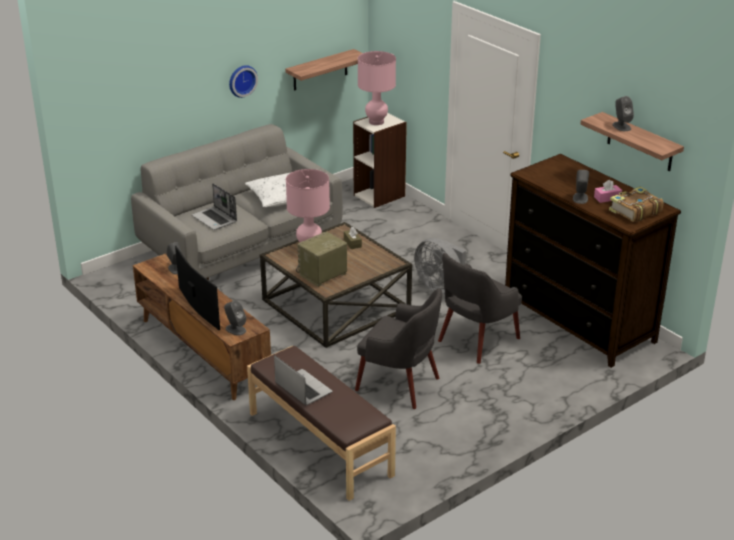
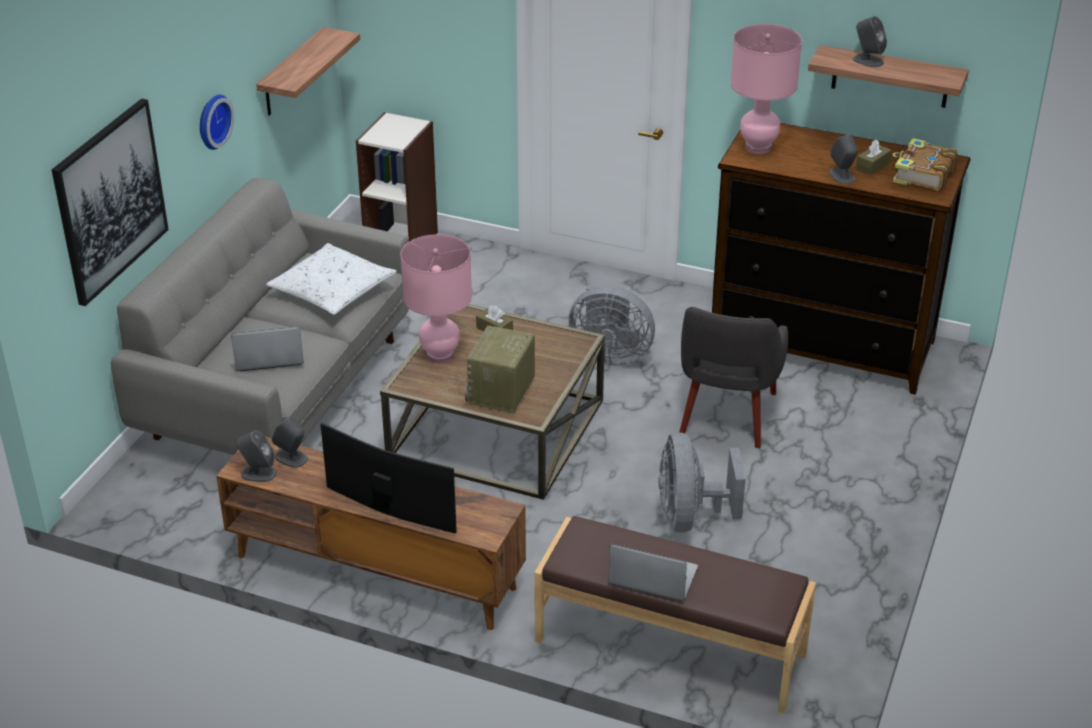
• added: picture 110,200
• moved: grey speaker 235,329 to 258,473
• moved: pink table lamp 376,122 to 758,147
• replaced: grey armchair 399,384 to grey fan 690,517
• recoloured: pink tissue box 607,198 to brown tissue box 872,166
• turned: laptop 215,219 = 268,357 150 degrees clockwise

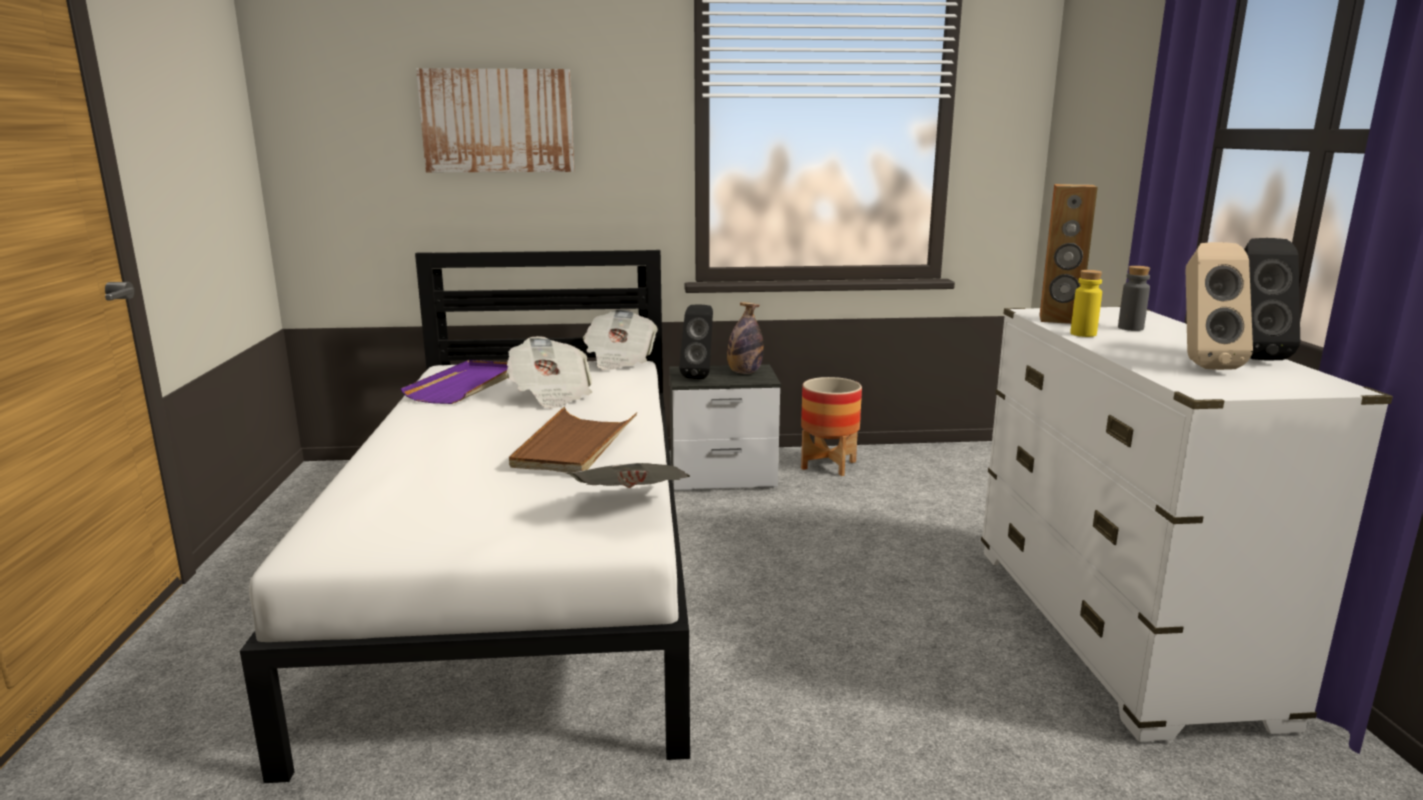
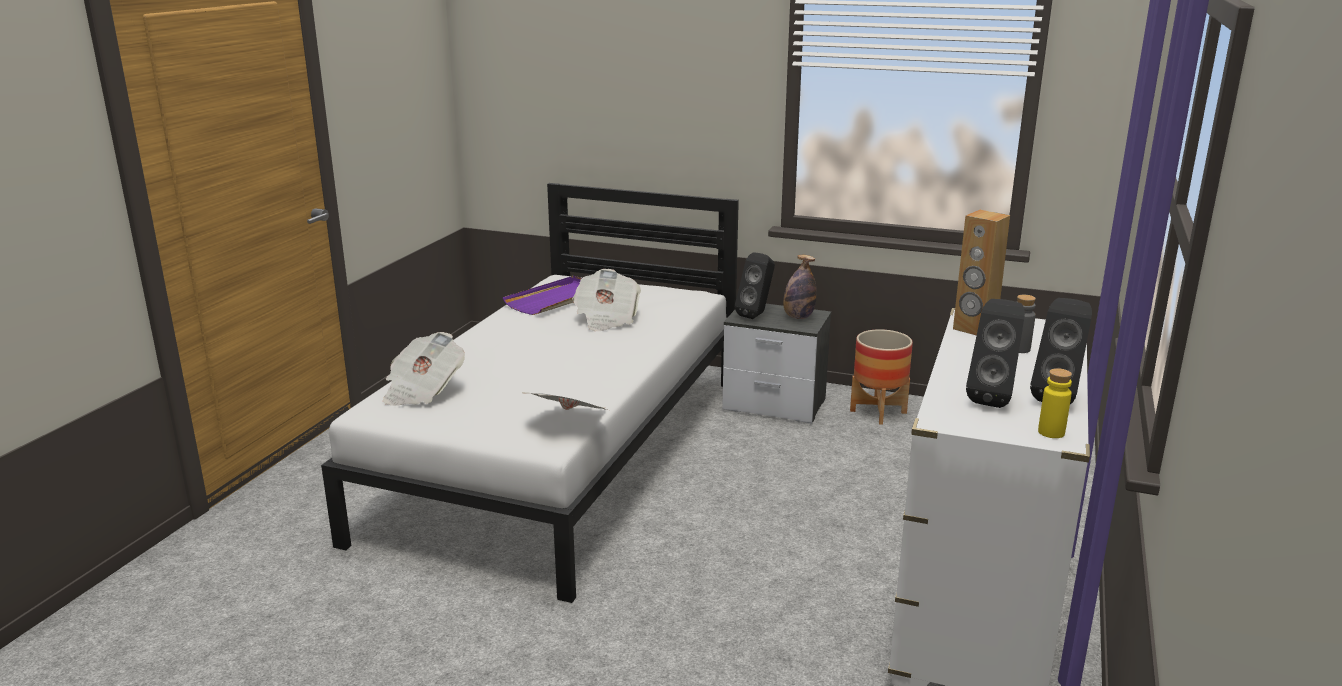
• removed: picture 498,121
• removed: brown tray 575,445
• moved: newspaper 619,360 to 423,391
• moved: yellow bottle 1083,334 to 1051,432
• recoloured: beige speaker 1201,365 to black speaker 992,398

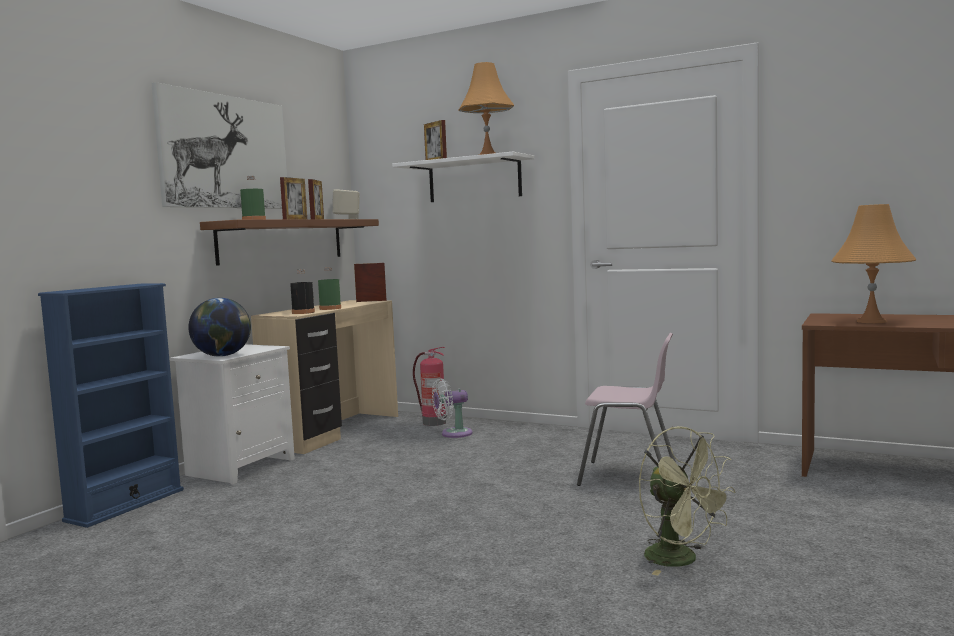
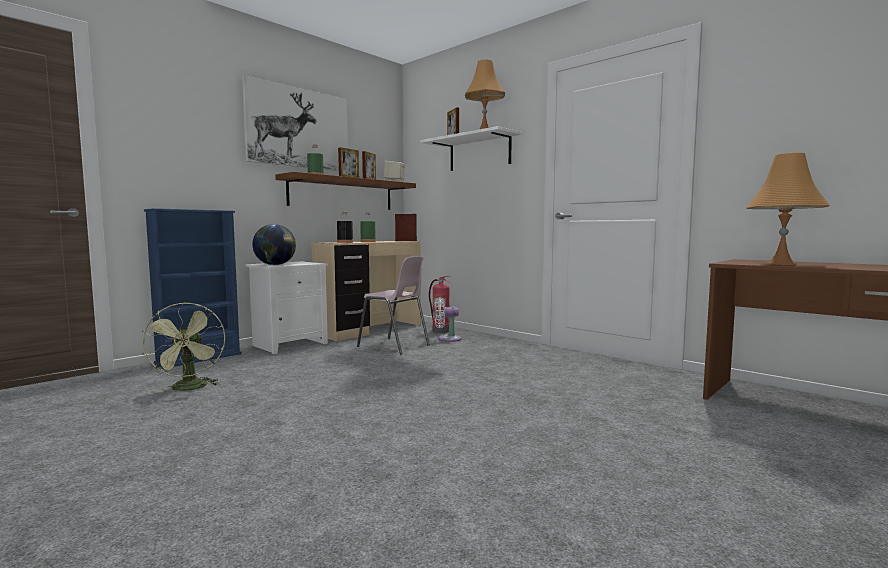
• moved: pink chair 629,477 to 394,346
• moved: green fan 681,560 to 190,388

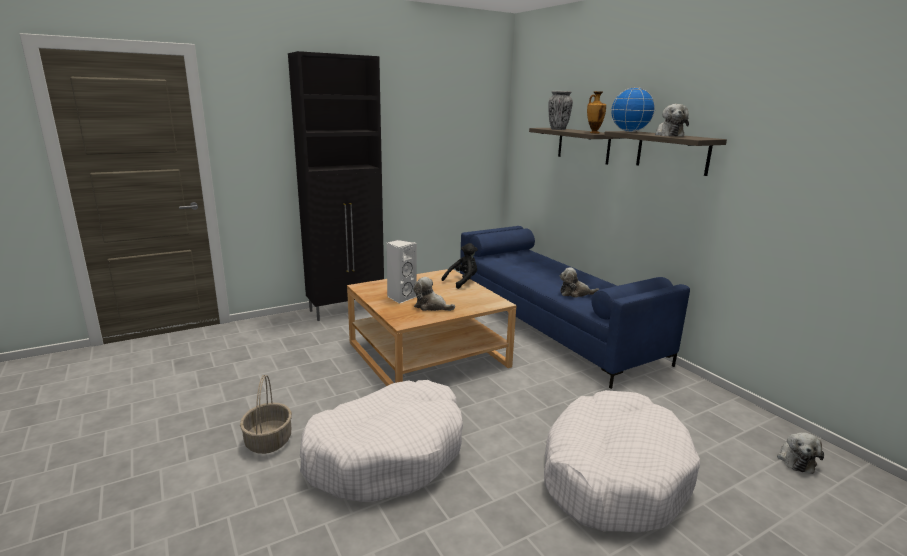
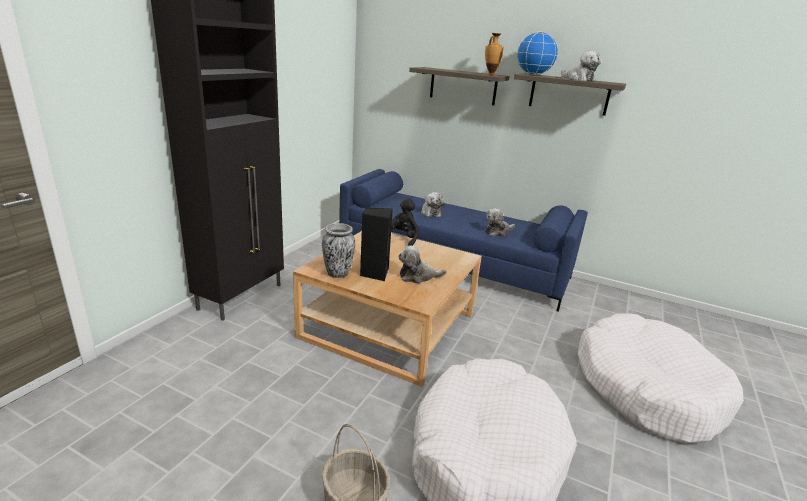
• moved: vase 558,129 to 338,274
• moved: plush toy 796,459 to 430,212
• recoloured: white speaker 401,297 to black speaker 374,273

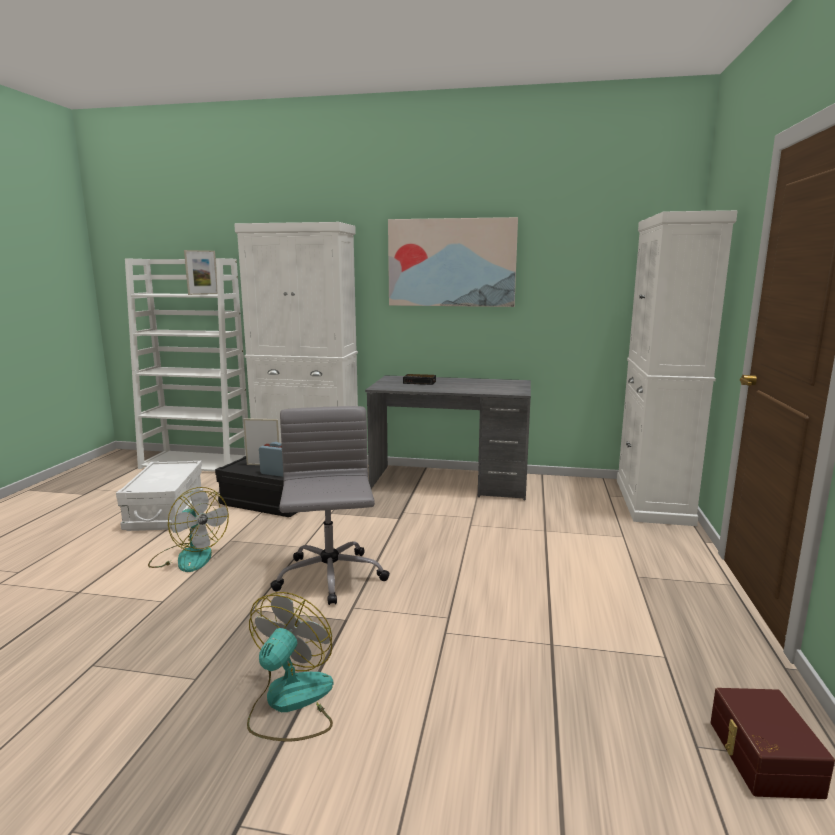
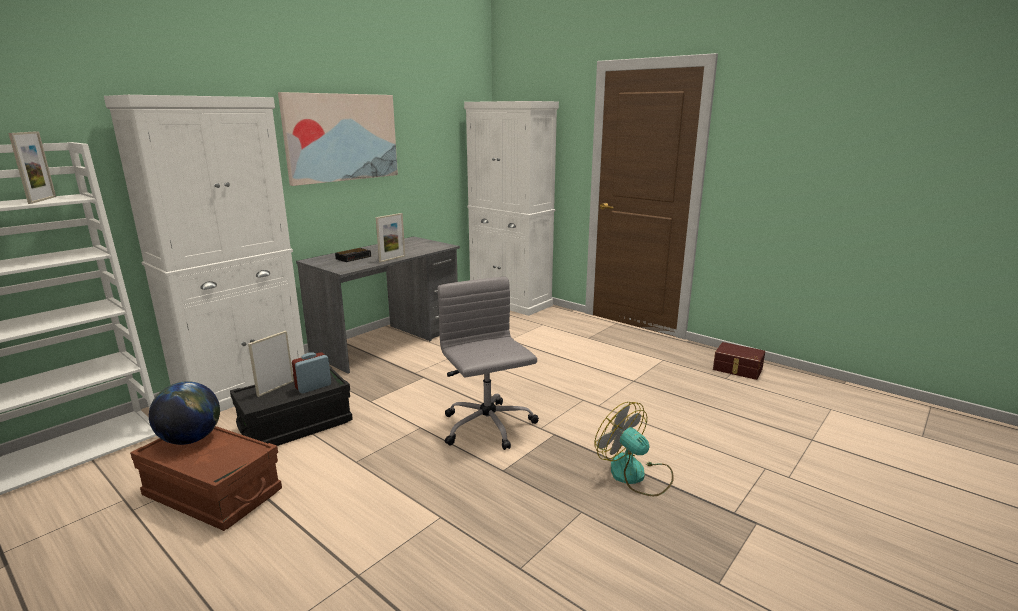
• removed: fan 188,556
• added: globe 191,439
• added: picture frame 392,259
• recoloured: white storage box 165,512 to brown storage box 213,494
• turned: grey office chair 330,577 = 488,427 45 degrees clockwise

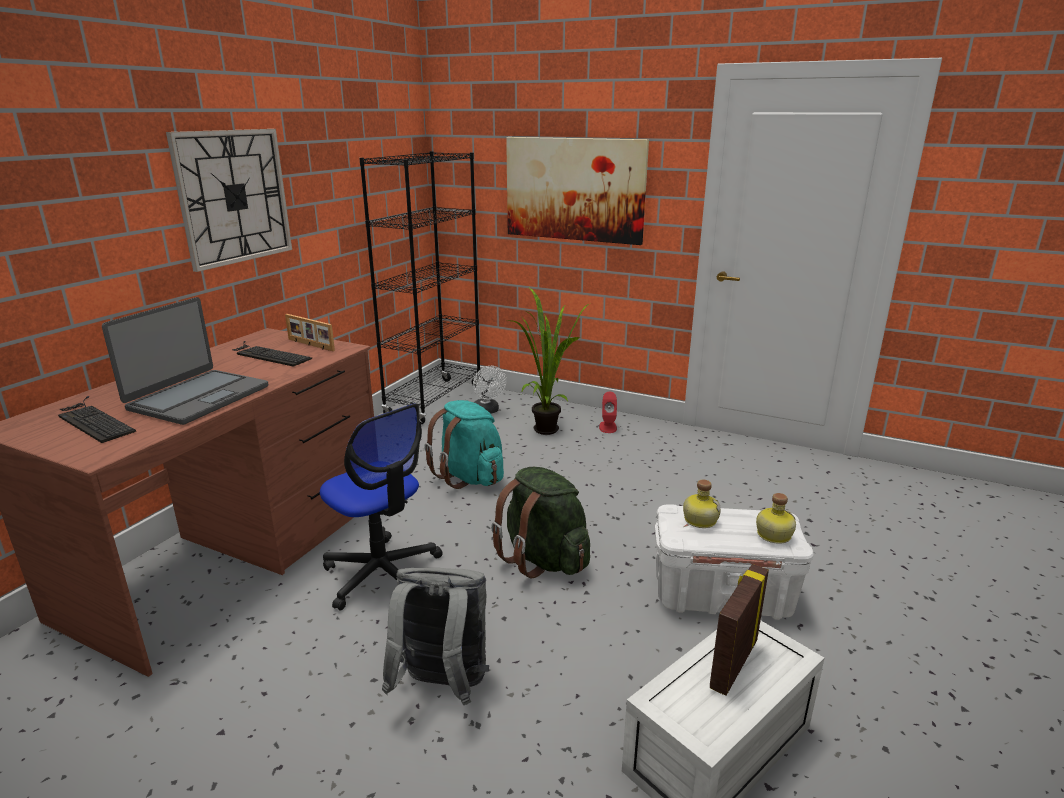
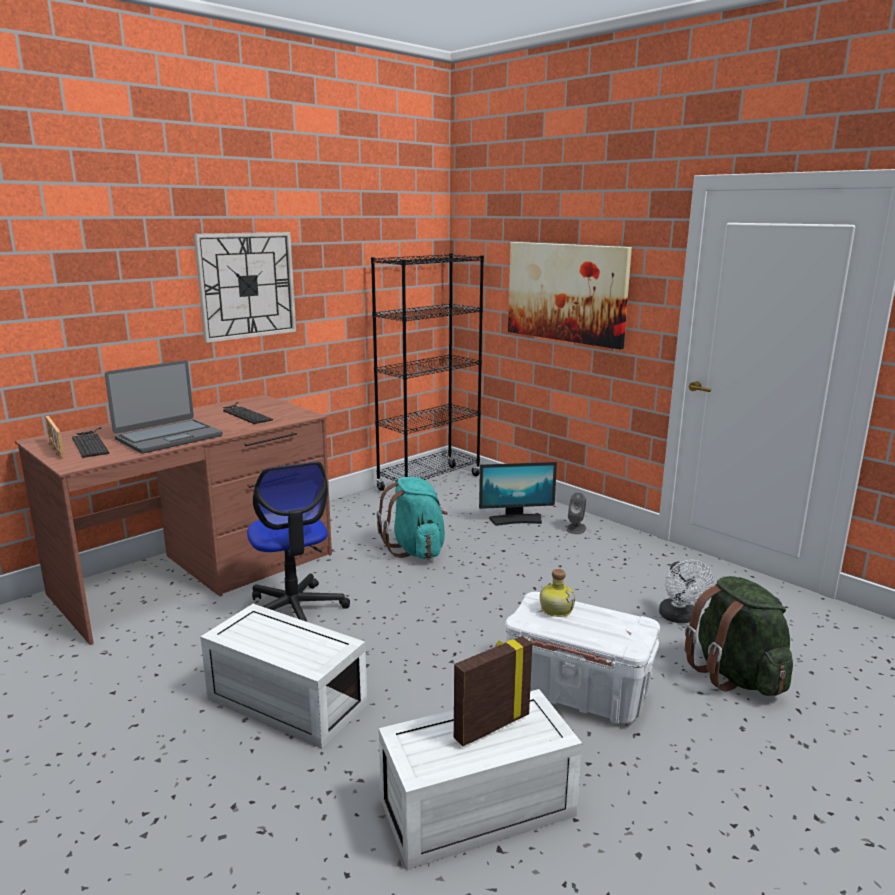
• removed: bottle 772,534
• moved: picture frame 310,345 to 55,449
• moved: white fan 487,411 to 680,618
• moved: green backpack 543,559 to 735,675
• replaced: grey backpack 442,686 to white storage box 283,702
• replaced: potted plant 546,427 to monitor 516,520
• recoloured: red speaker 608,427 to grey speaker 576,528

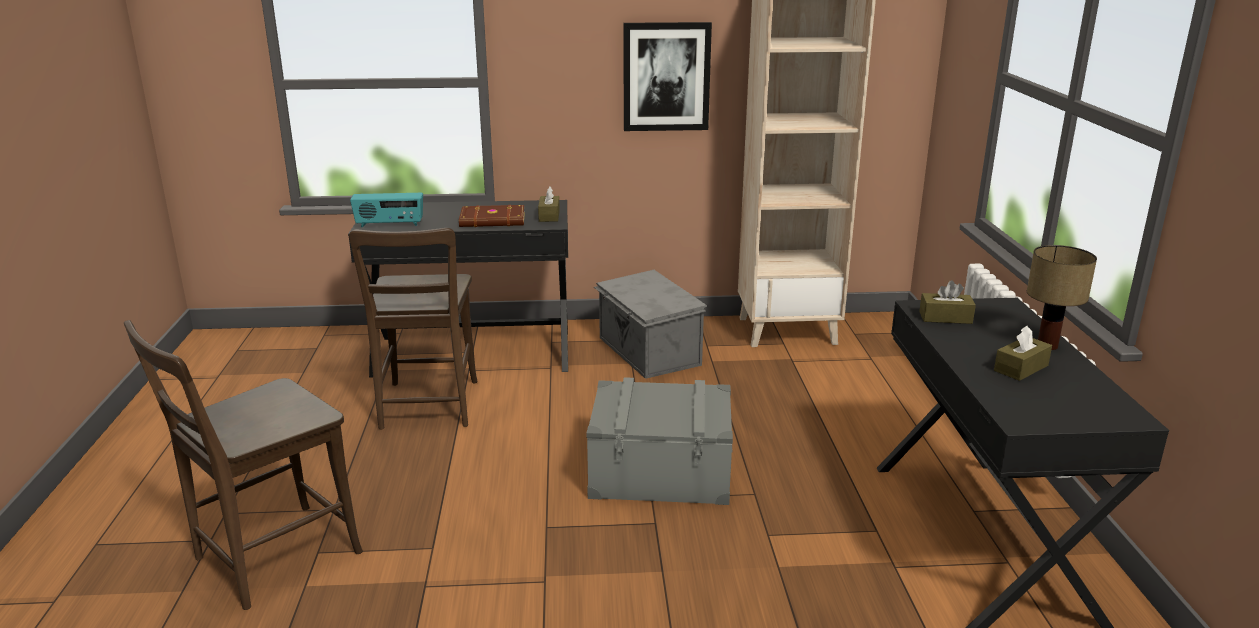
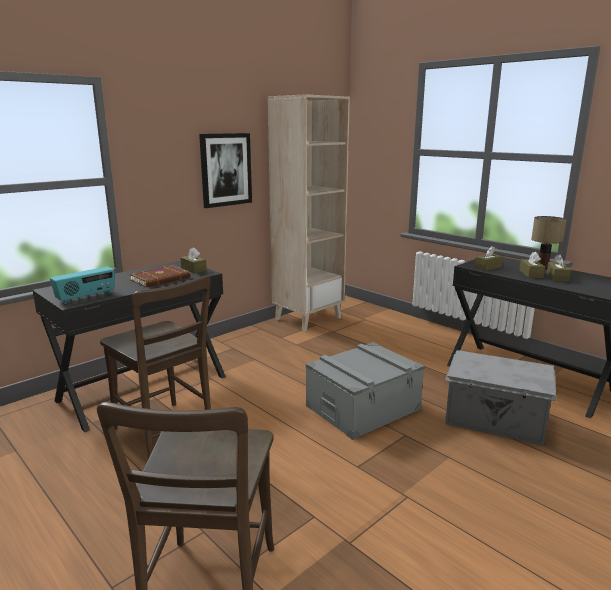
• added: brown tissue box 531,274
• moved: grey storage box 648,352 to 495,420

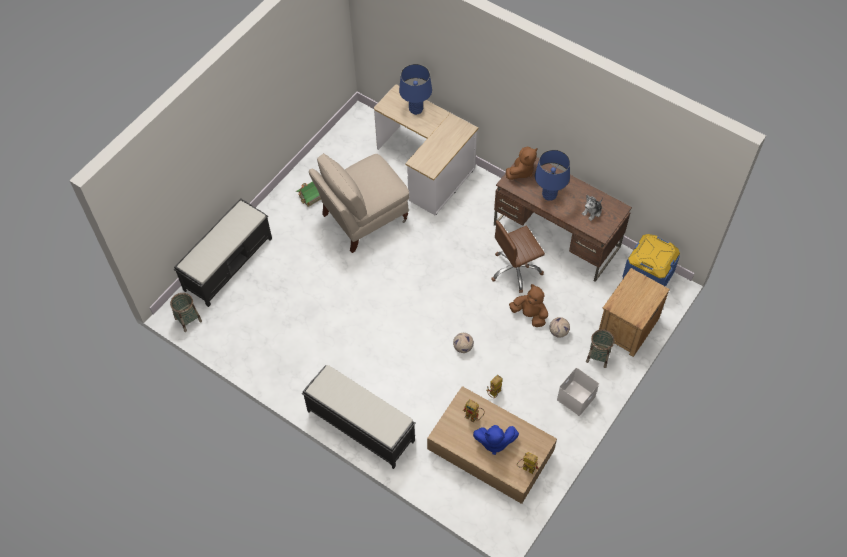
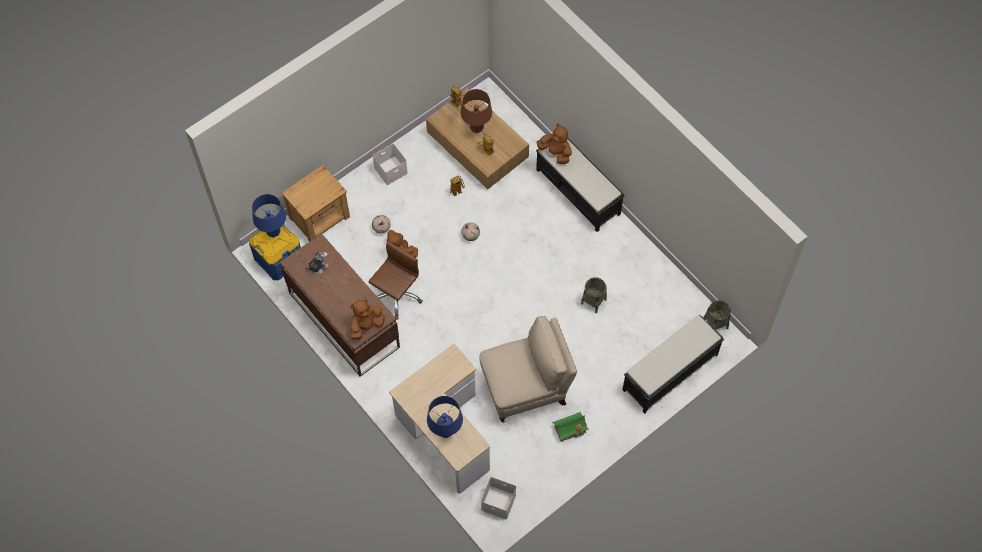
• added: white storage box 497,503
• added: brown plush toy 555,152
• moved: blue table lamp 549,195 to 273,231
• moved: basket 598,356 to 593,301
• replaced: blue plush toy 494,442 to brown table lamp 476,128
• turned: brown office chair 515,270 = 396,295 45 degrees counterclockwise

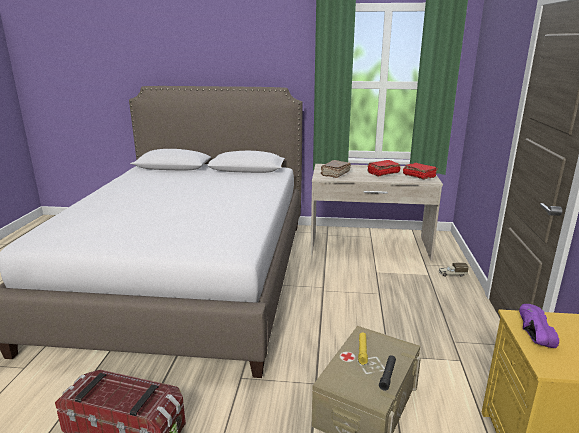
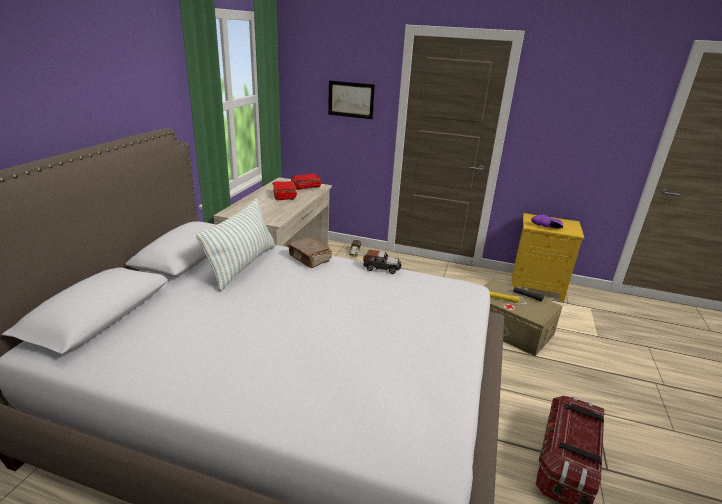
• added: pillow 242,265
• added: picture 351,99
• added: toy car 381,268
• moved: brown book 335,174 to 309,259

